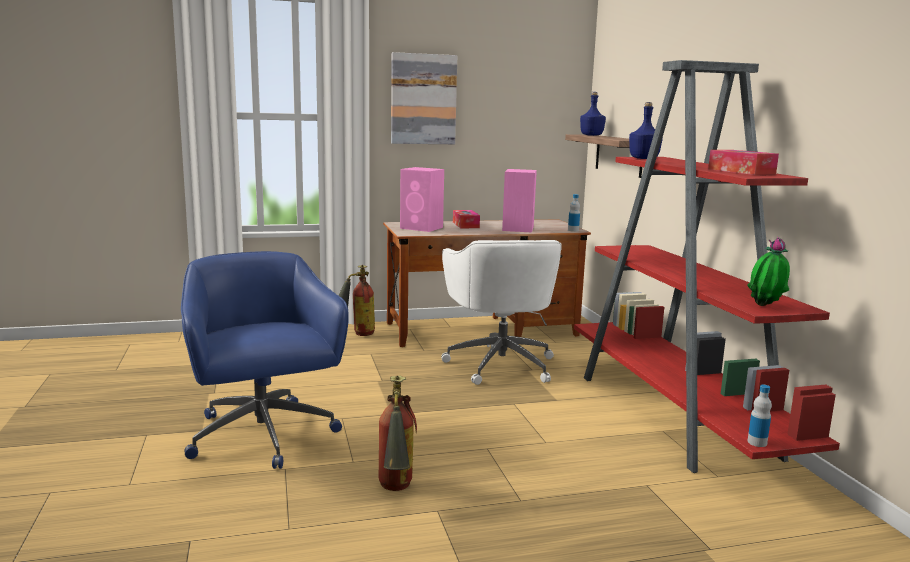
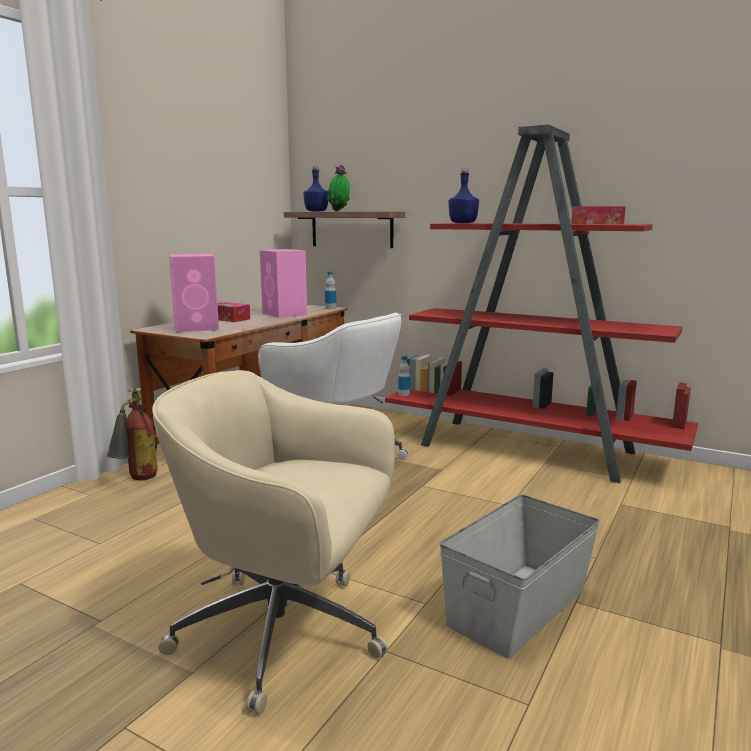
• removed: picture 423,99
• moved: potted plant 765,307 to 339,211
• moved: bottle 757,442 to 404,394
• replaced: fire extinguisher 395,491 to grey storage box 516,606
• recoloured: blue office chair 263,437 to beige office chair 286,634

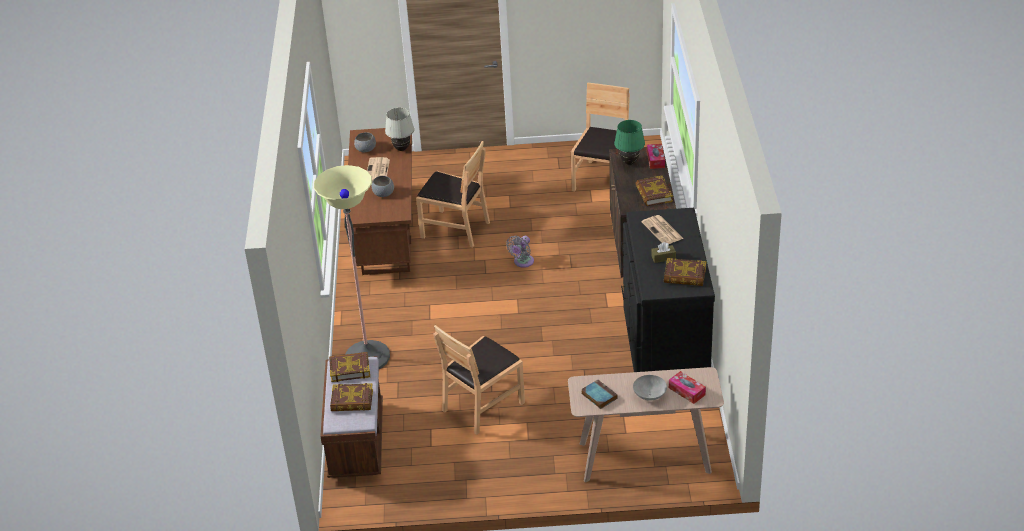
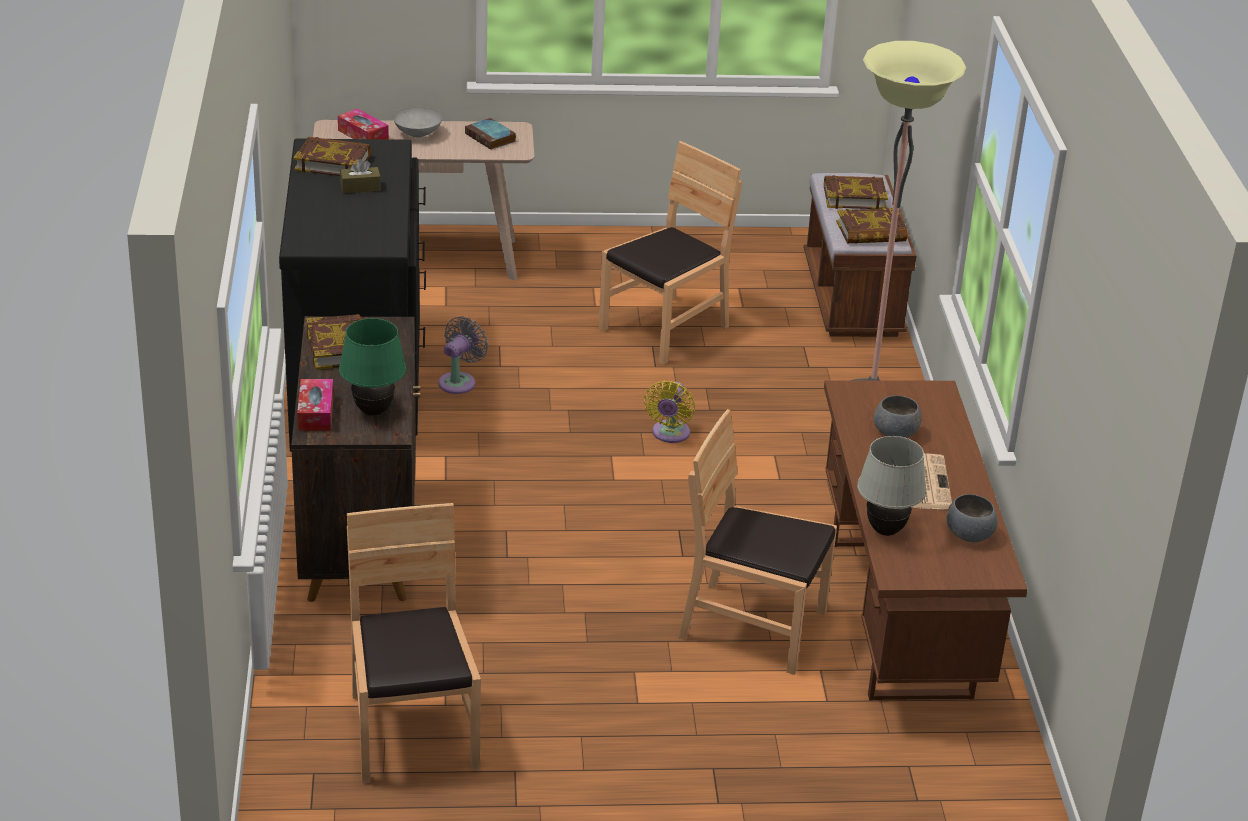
• removed: newspaper 663,231
• added: yellow fan 669,434
• moved: grey fan 522,262 to 459,381
• turned: brown chair 602,179 = 412,732 150 degrees clockwise

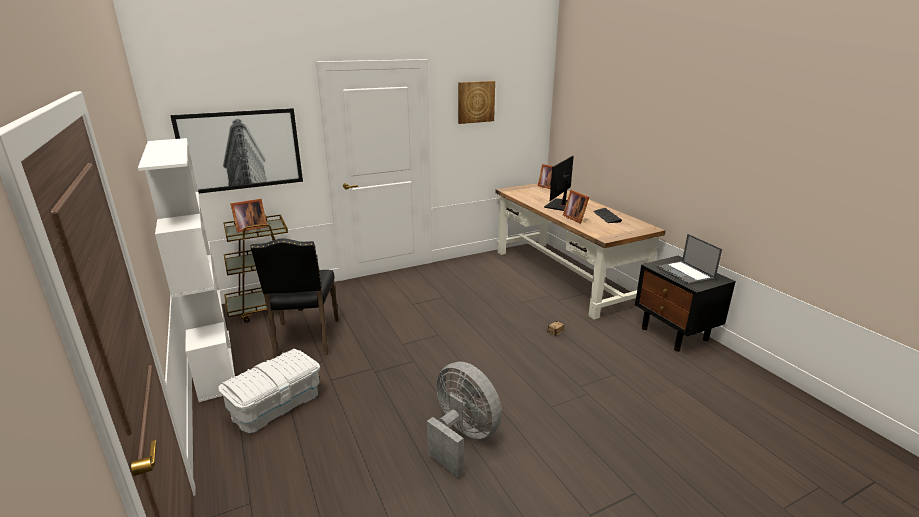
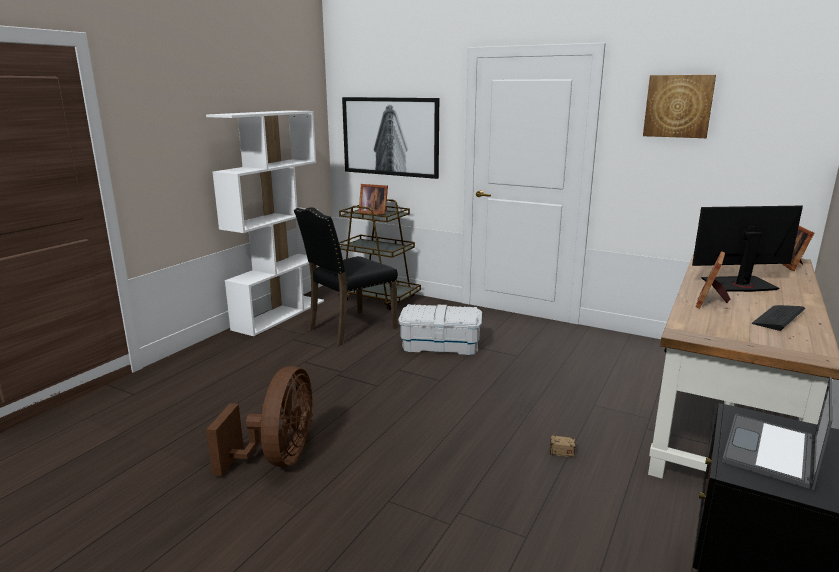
• moved: white storage box 275,404 to 440,345
• recoloured: grey fan 462,438 to brown fan 278,458

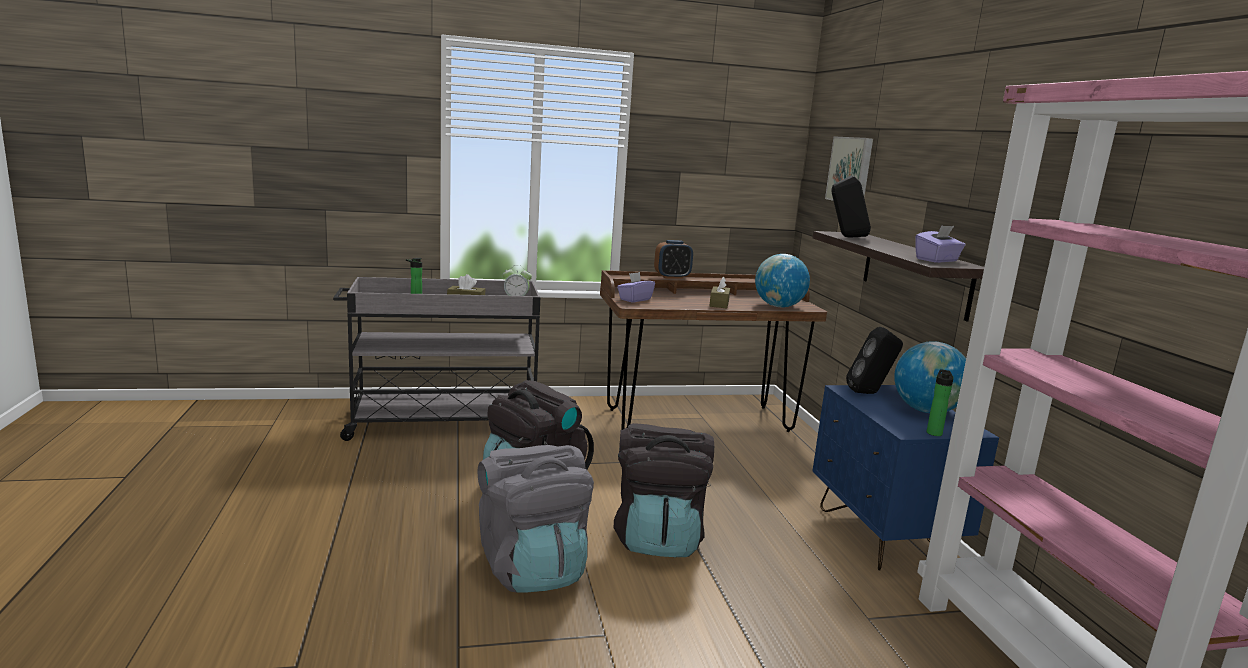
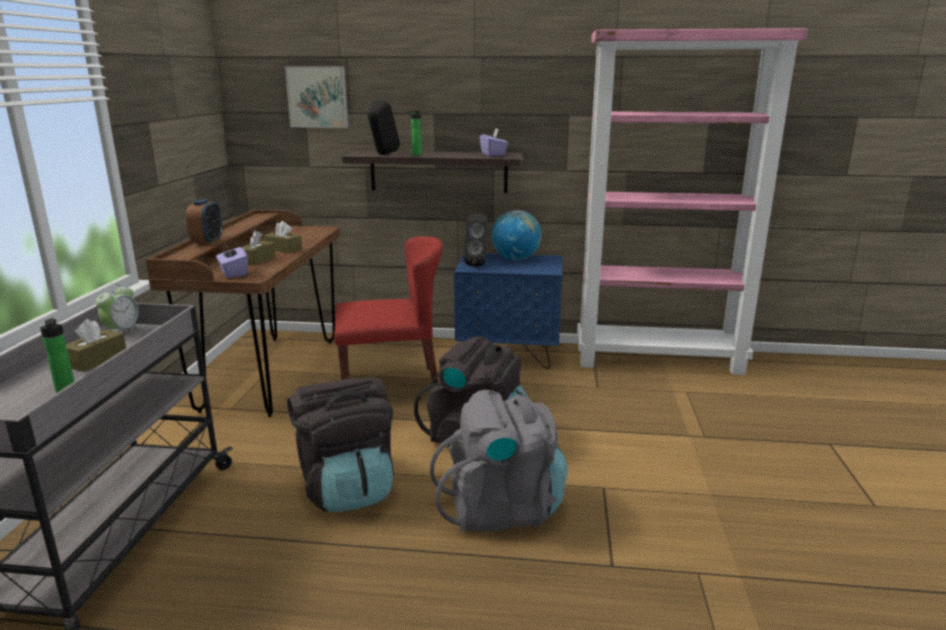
• removed: globe 778,306
• added: brown tissue box 257,260
• added: red chair 391,387
• moved: bottle 934,432 to 415,155

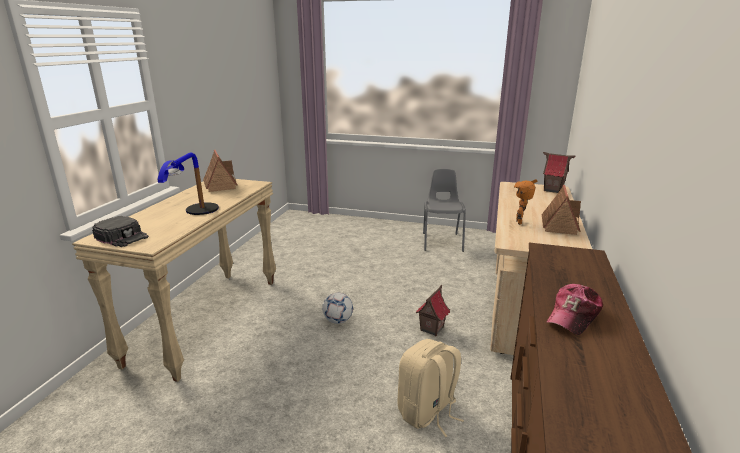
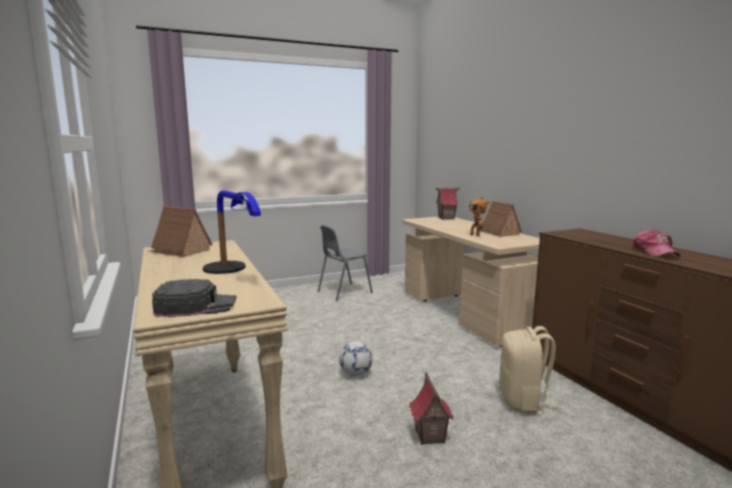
• moved: toy house 431,329 to 429,436
• turned: grey chair 442,242 = 343,292 90 degrees counterclockwise

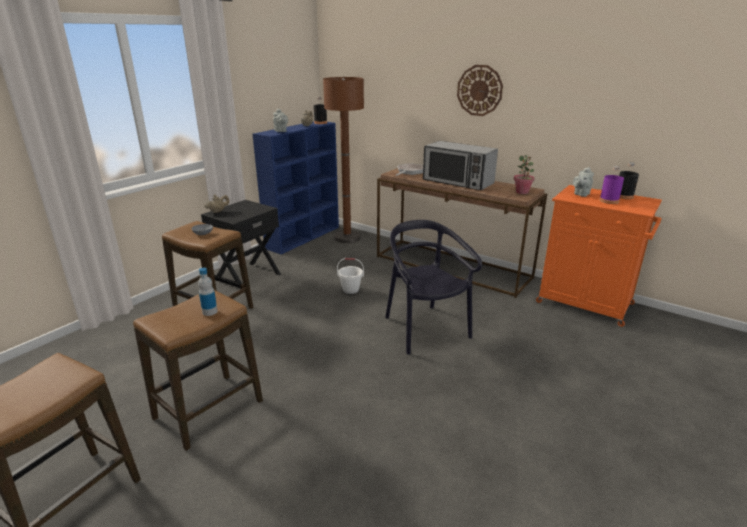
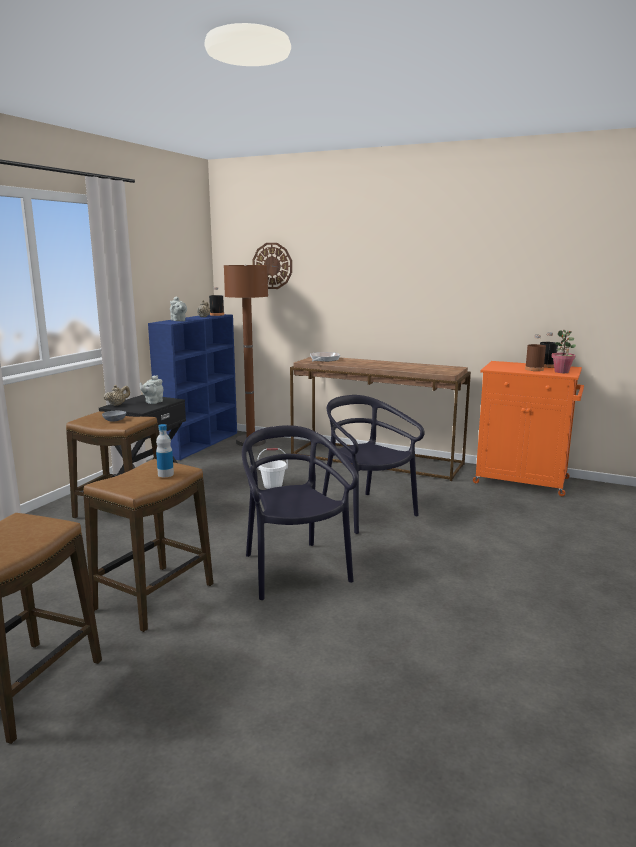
• removed: microwave 457,182
• added: black chair 293,570
• moved: wall clock 479,90 to 272,266
• moved: potted plant 522,192 to 561,372
• moved: grey teapot 581,194 to 153,402
• recoloured: purple bottle 609,201 to brown bottle 534,369

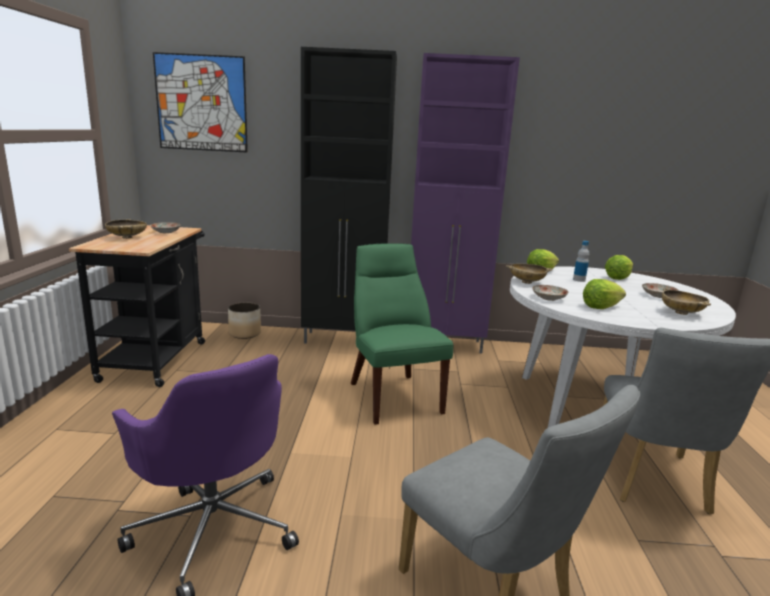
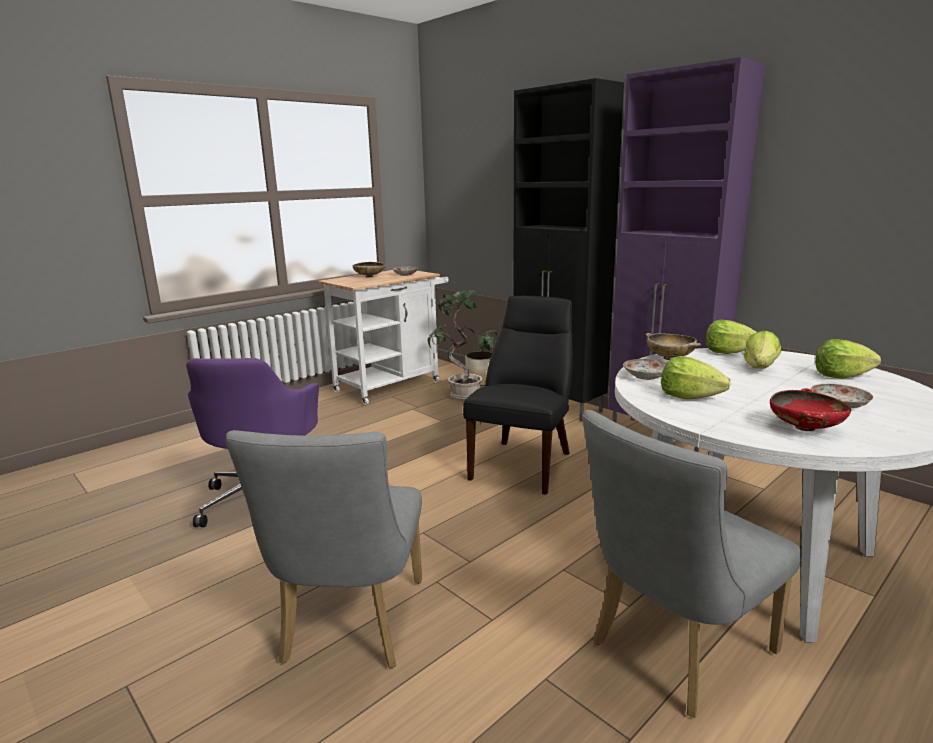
• removed: picture 201,103
• added: potted plant 464,395
• replaced: bottle 579,280 to lettuce 760,368
• recoloured: black cart 157,358 to white cart 392,385
• recoloured: green chair 393,395 to black chair 524,463
• recoloured: beige bowl 681,313 to red bowl 805,428

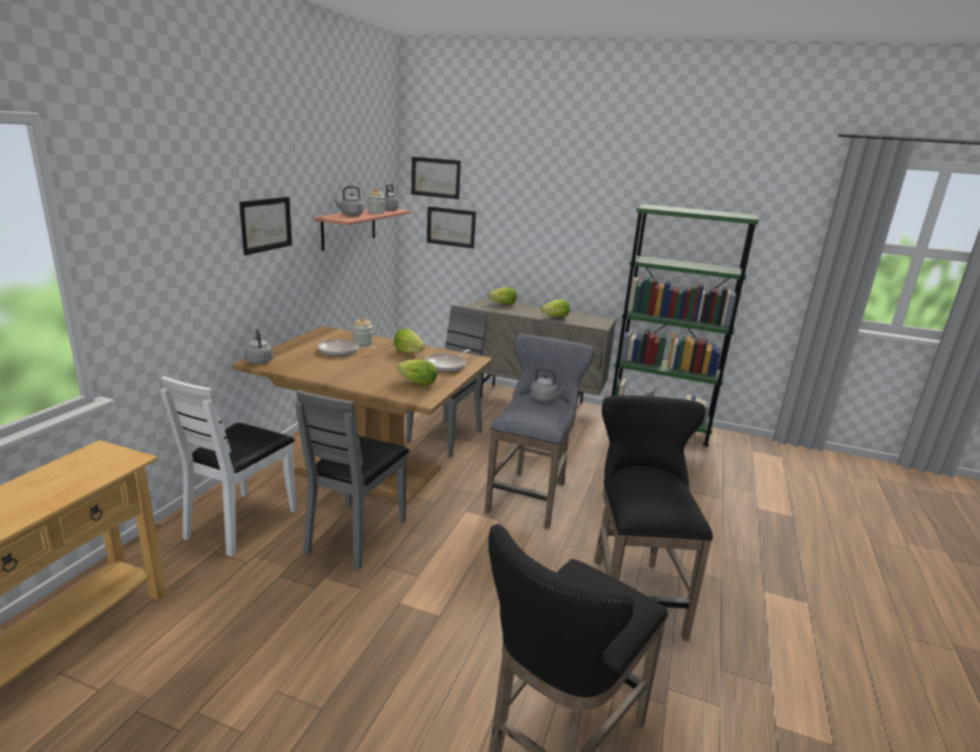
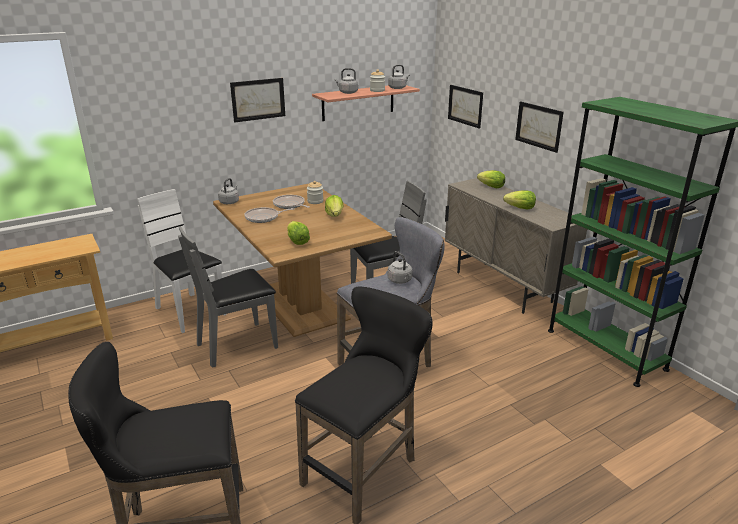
• moved: picture 435,177 to 538,126
• moved: frying pan 447,365 to 264,218
• turned: white chair 241,522 = 189,312 75 degrees clockwise

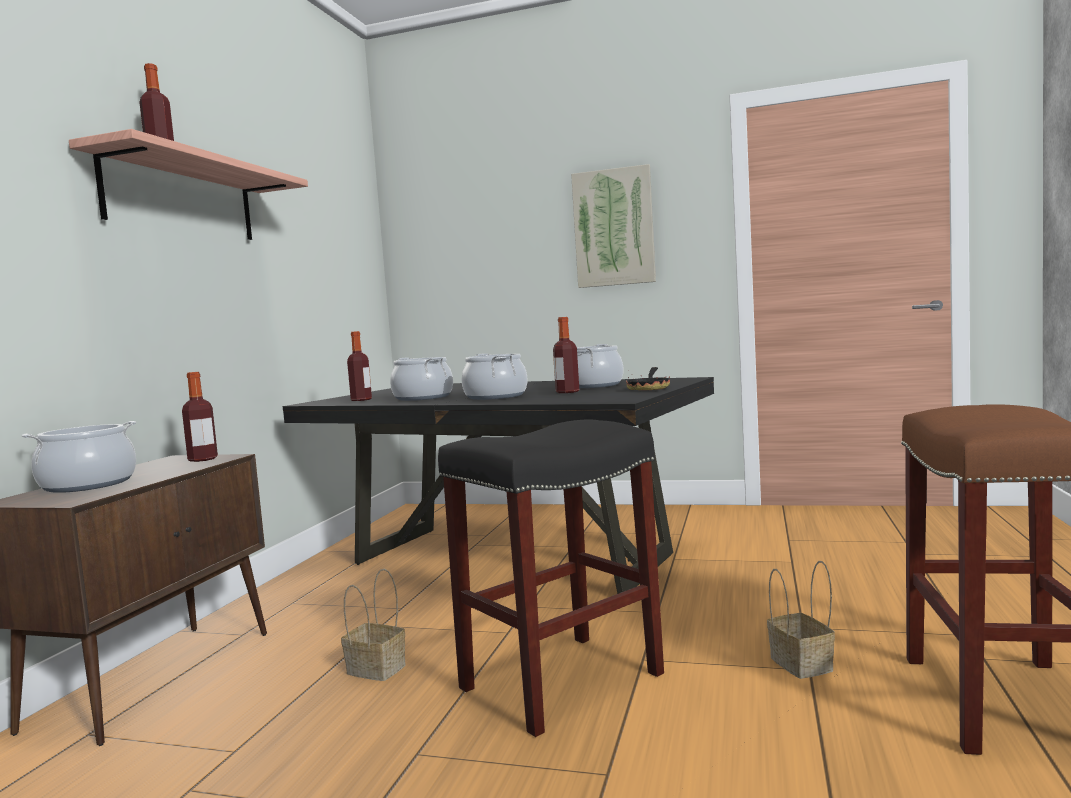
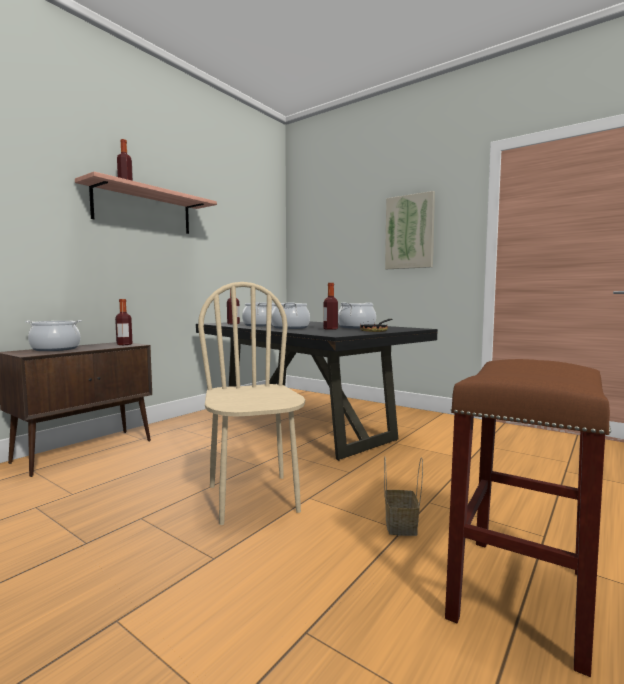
• removed: basket 378,669
• replaced: black stool 562,680 to beige chair 253,498

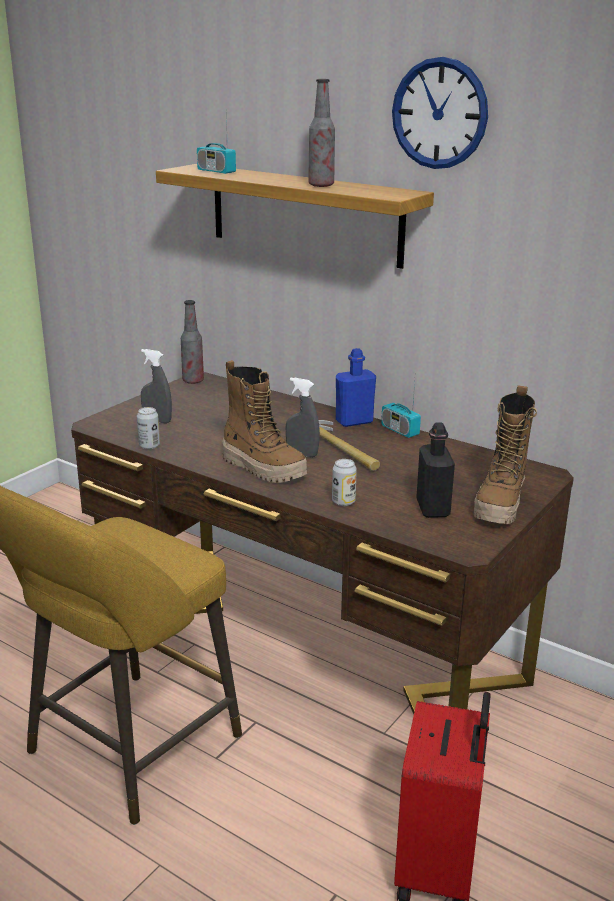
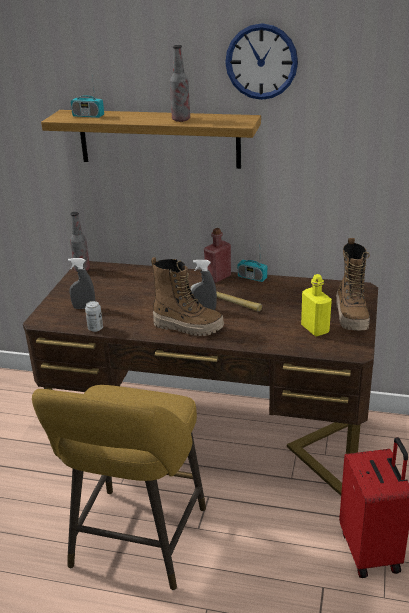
• removed: can 343,502
• recoloured: blue bottle 354,421 to red bottle 218,277
• recoloured: black bottle 432,508 to yellow bottle 315,329

